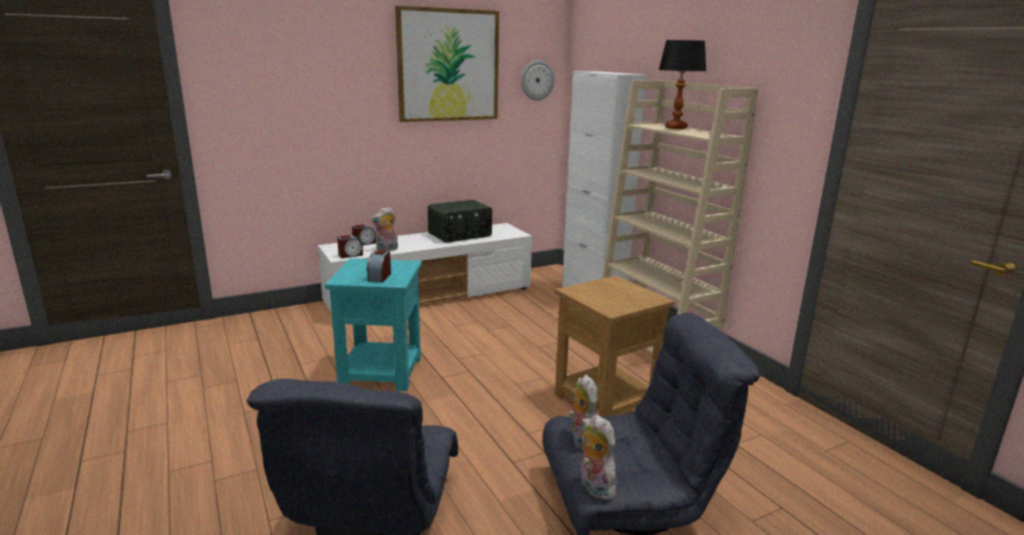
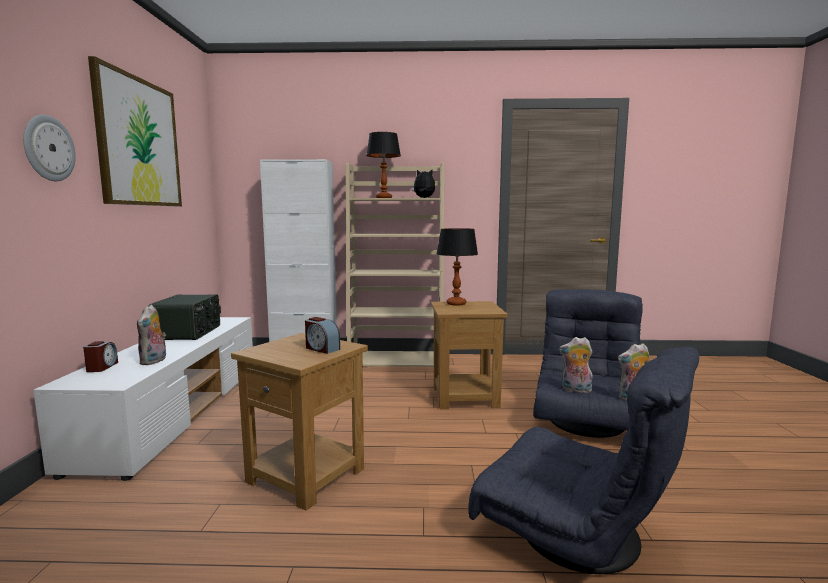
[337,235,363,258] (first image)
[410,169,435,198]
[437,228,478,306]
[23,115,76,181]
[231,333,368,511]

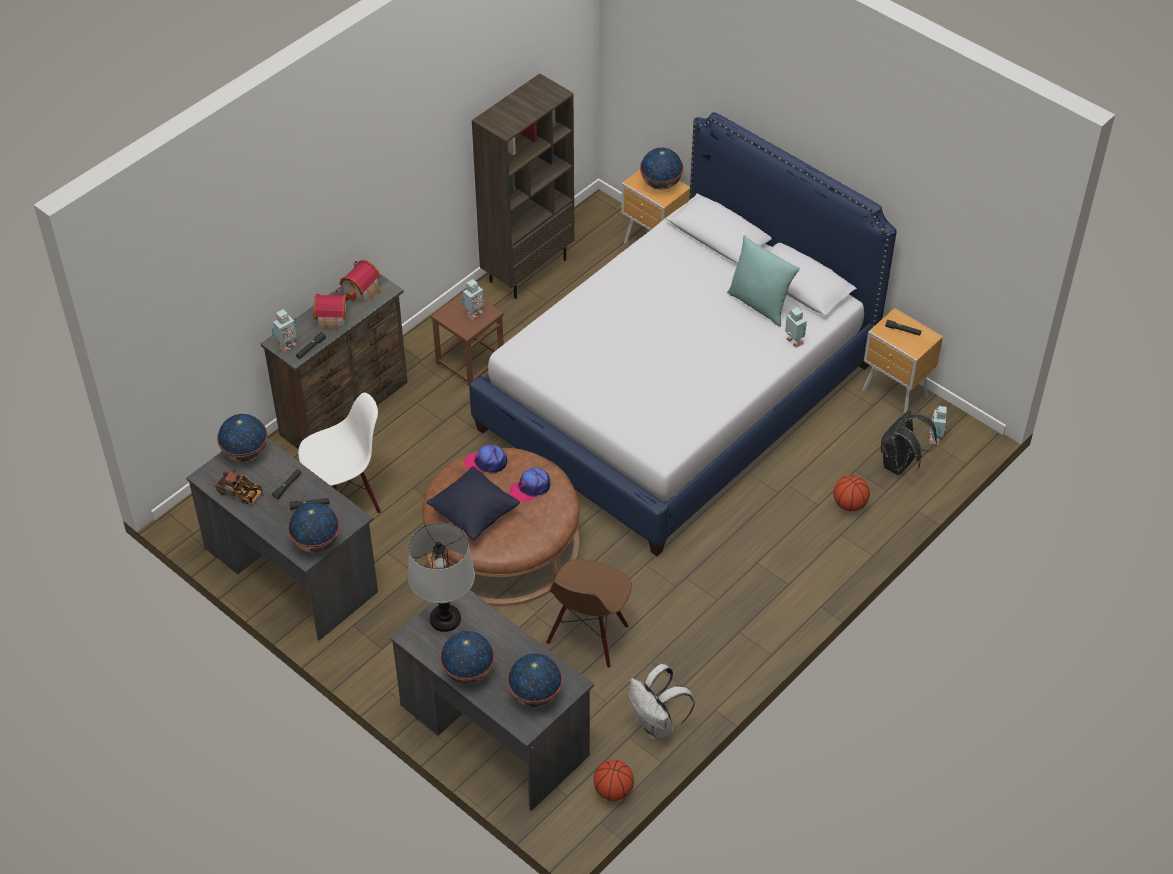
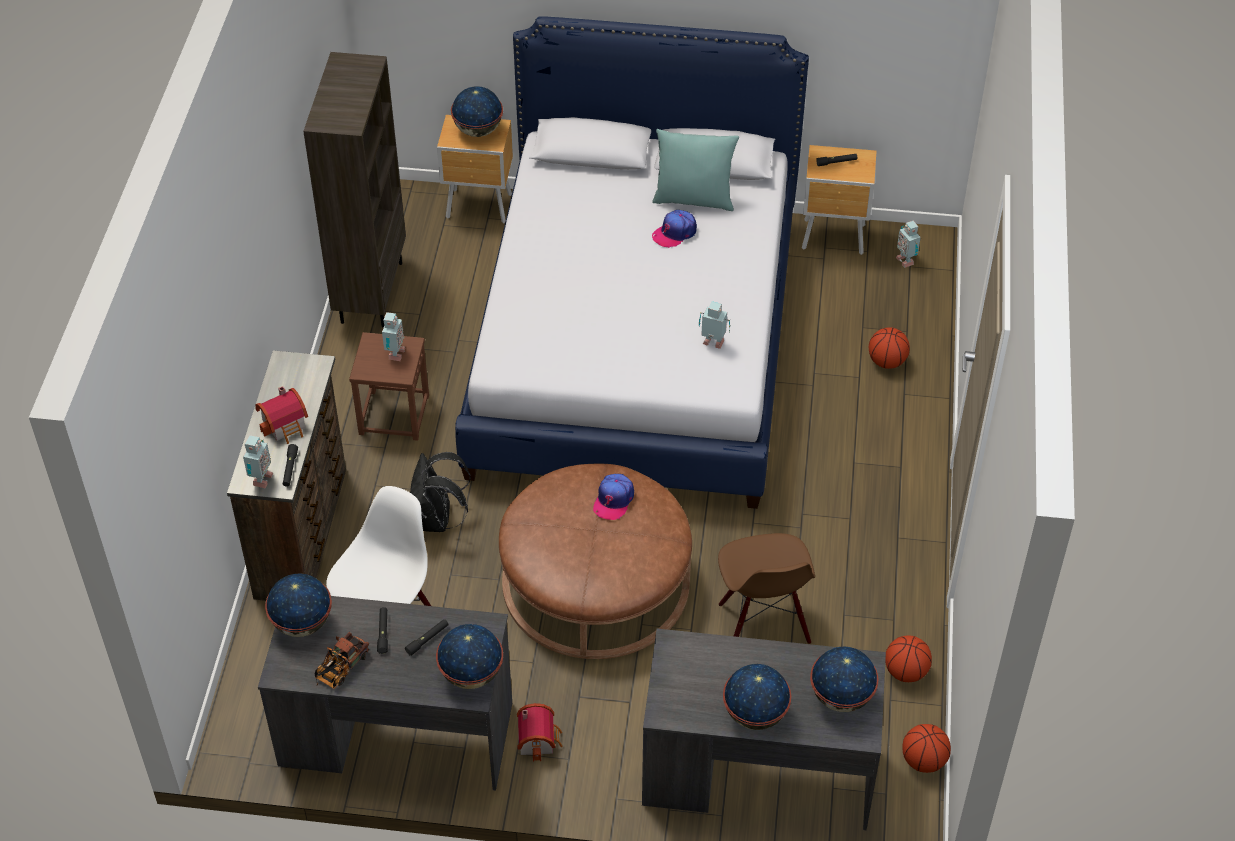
[408,523,475,632] (first image)
[427,466,520,540] (first image)
[517,703,563,762]
[652,210,697,248]
[699,301,730,349]
[410,452,471,532]
[885,635,932,682]
[315,632,369,689]

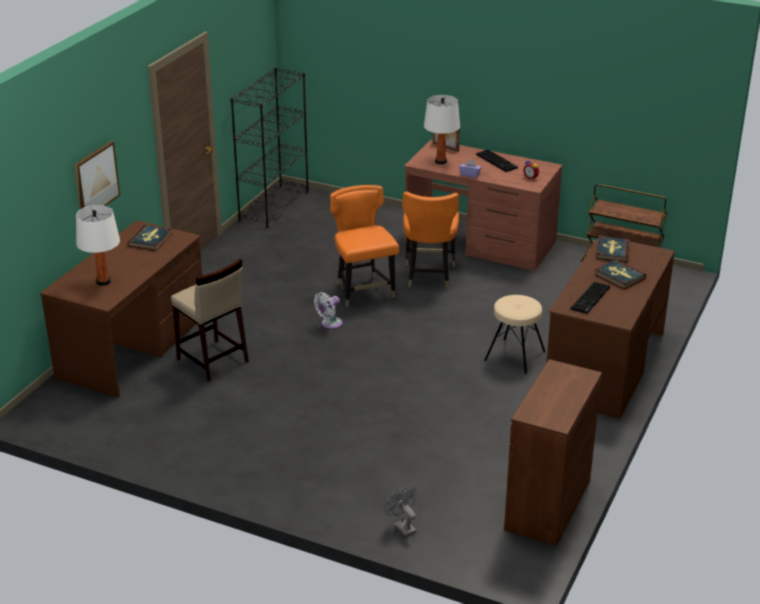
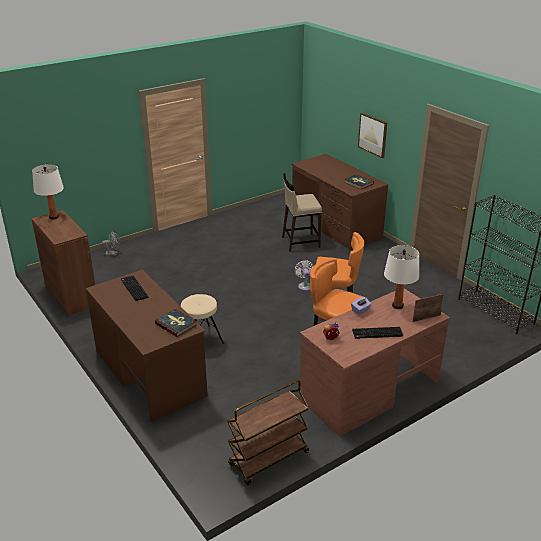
[595,259,646,289] (first image)
[32,164,64,219]

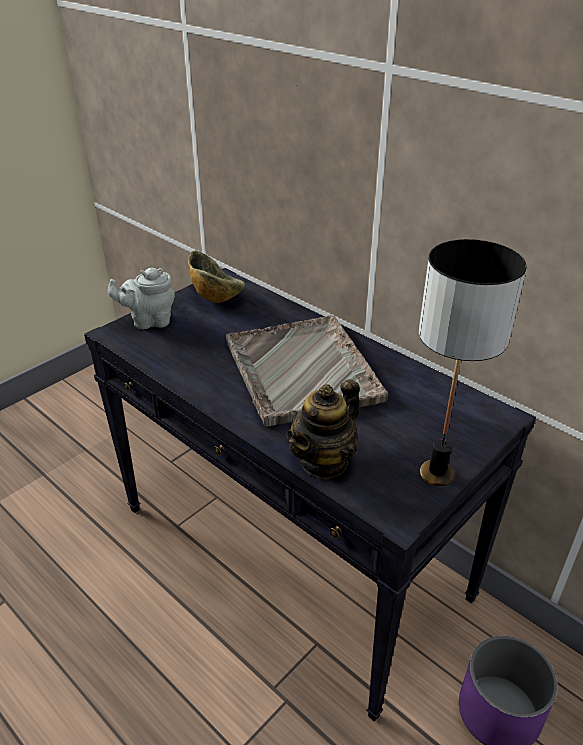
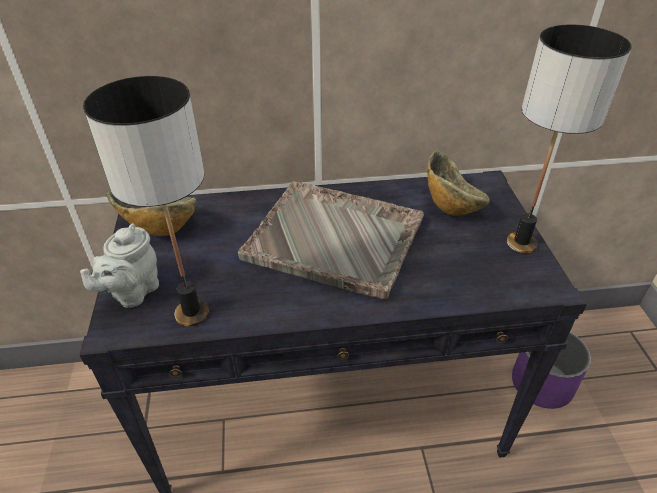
[286,379,360,480] (first image)
[83,76,209,326]
[427,151,490,216]

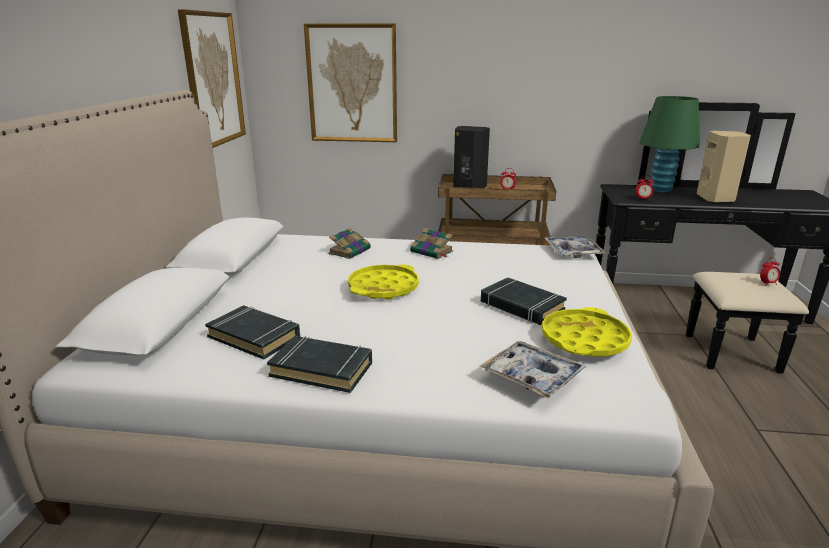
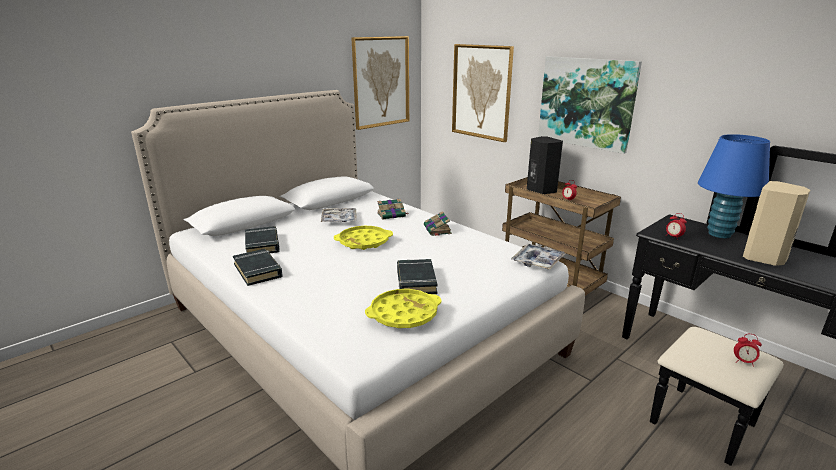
[538,56,642,154]
[321,208,357,222]
[698,134,770,238]

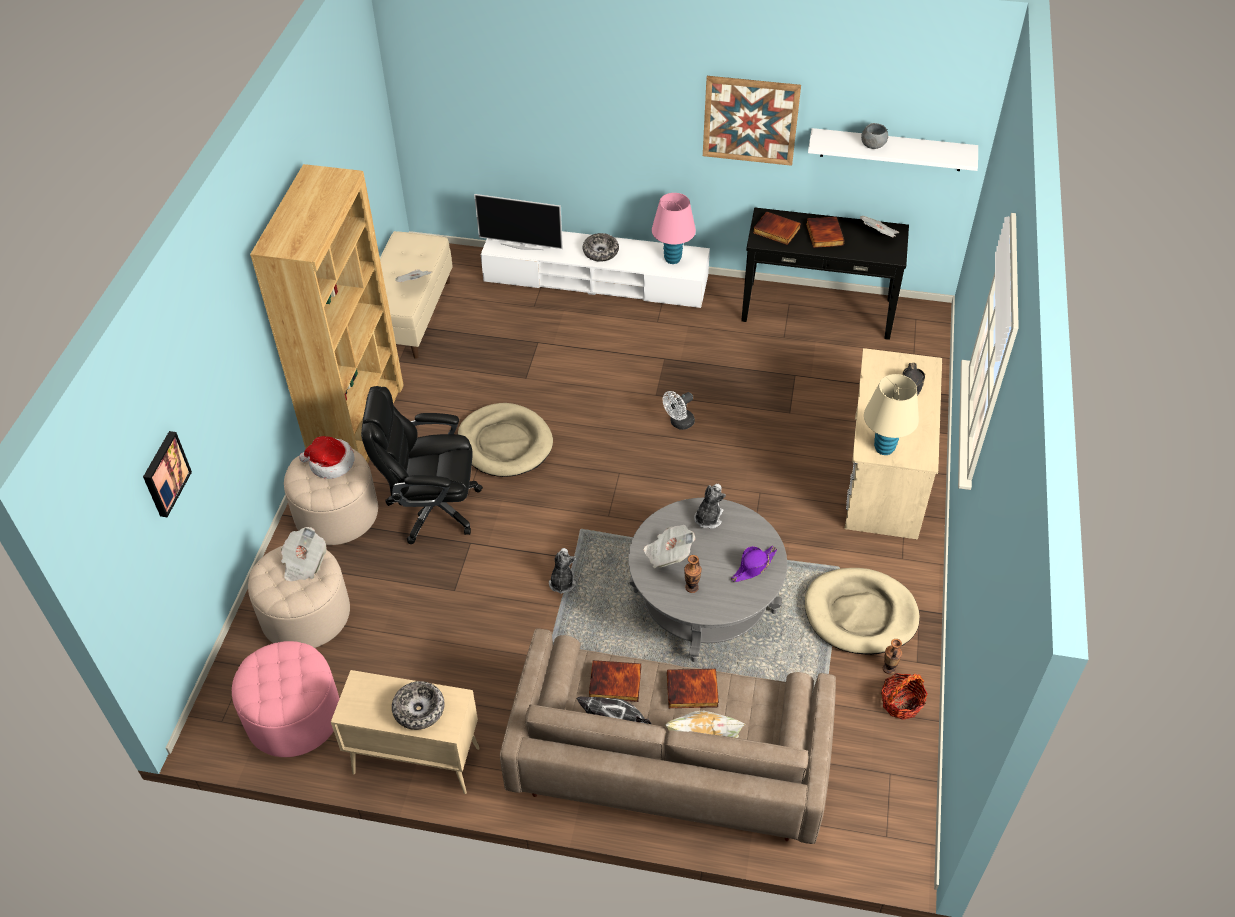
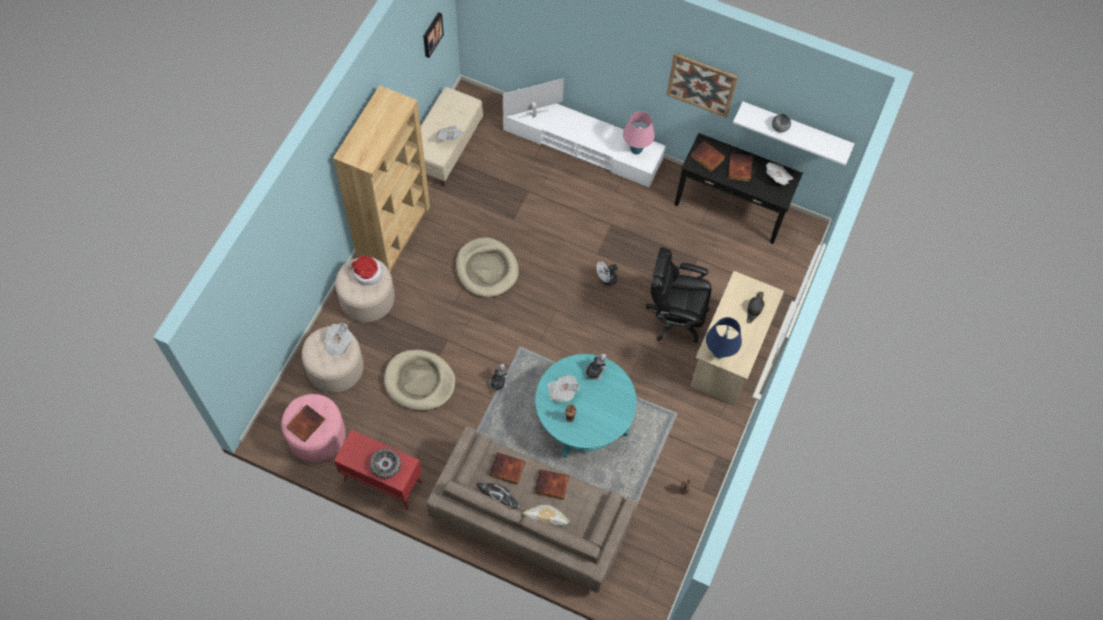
[583,233,619,262] (first image)
[731,546,778,582] (first image)
[881,673,928,720] (first image)
[286,405,325,442]
[423,12,444,58]
[646,247,711,343]
[384,350,456,411]
[334,430,422,510]
[535,354,637,458]
[706,317,742,359]
[503,78,564,118]

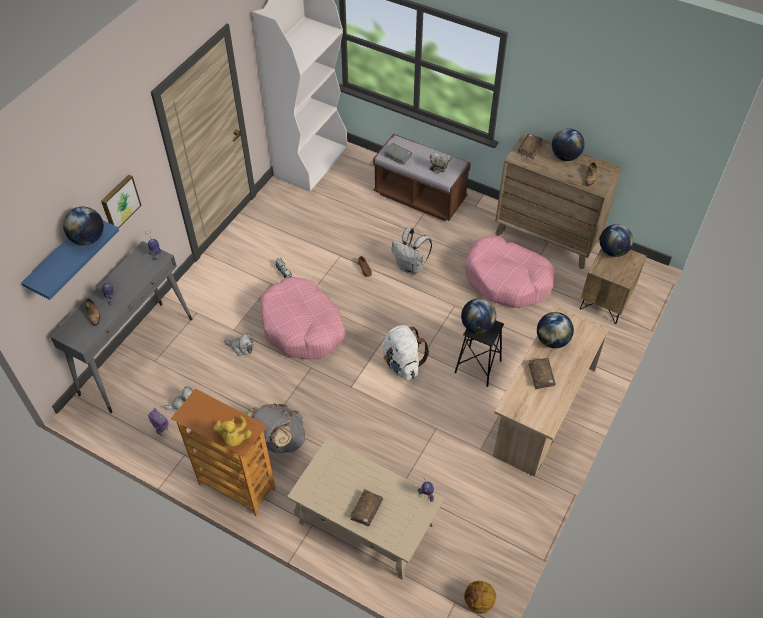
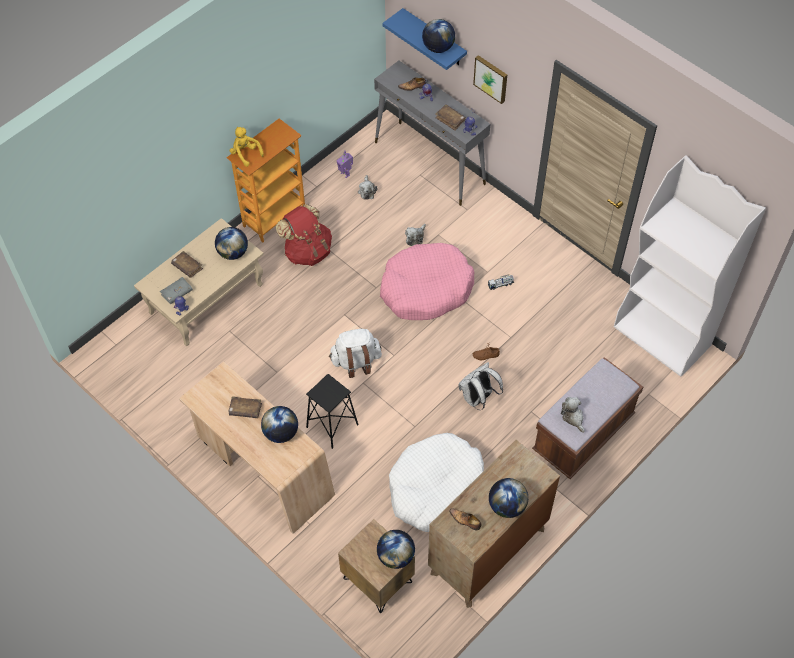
[464,581,496,614] (first image)
[160,277,192,304]
[215,227,248,260]
[435,104,466,131]
[276,204,332,266]
[389,433,484,532]
[230,127,264,167]

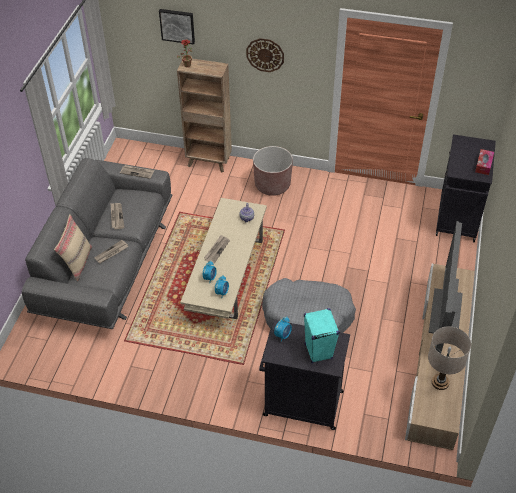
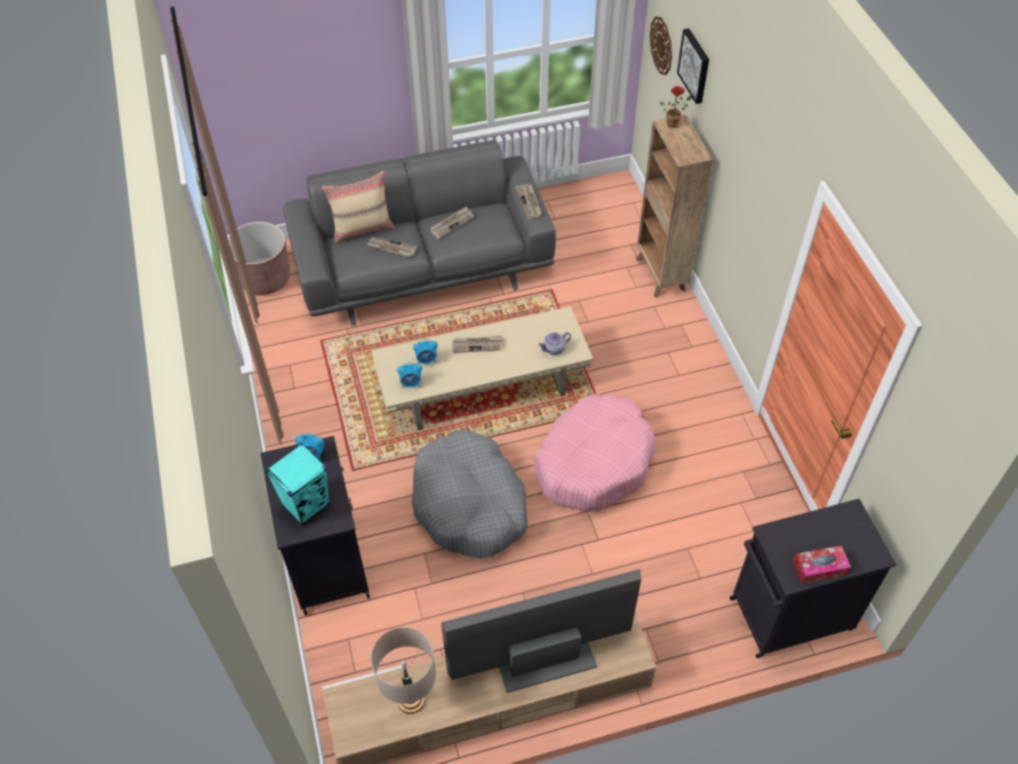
[534,394,655,511]
[650,17,672,75]
[229,222,290,295]

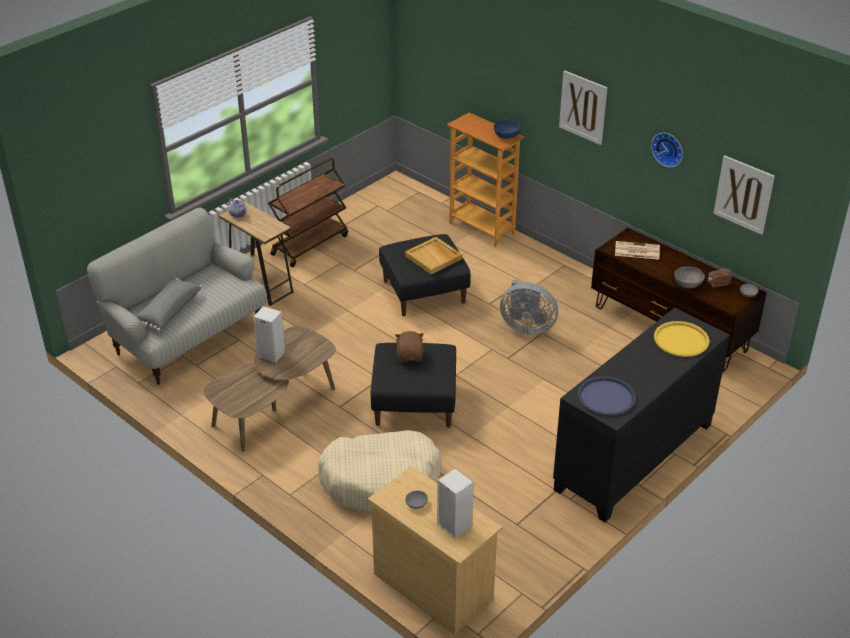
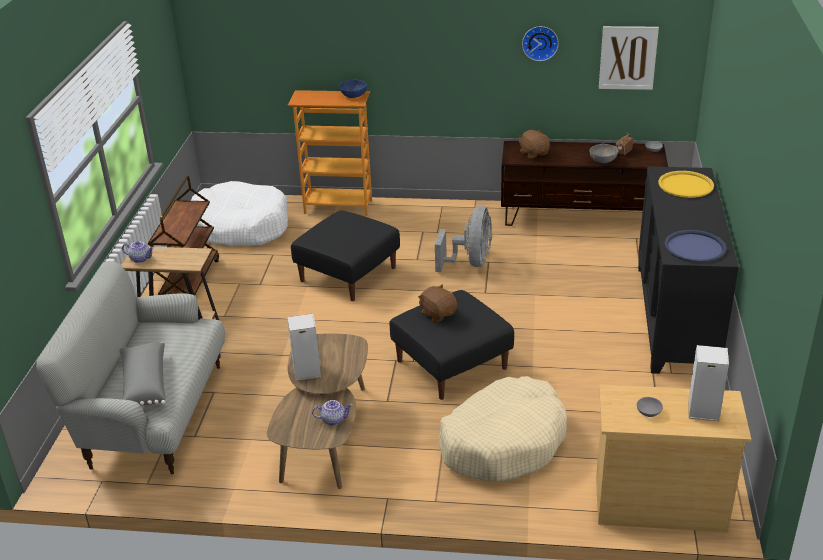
[405,237,462,275] (first image)
[559,71,607,145] (first image)
[191,181,288,246]
[312,400,353,425]
[518,130,550,159]
[435,206,492,272]

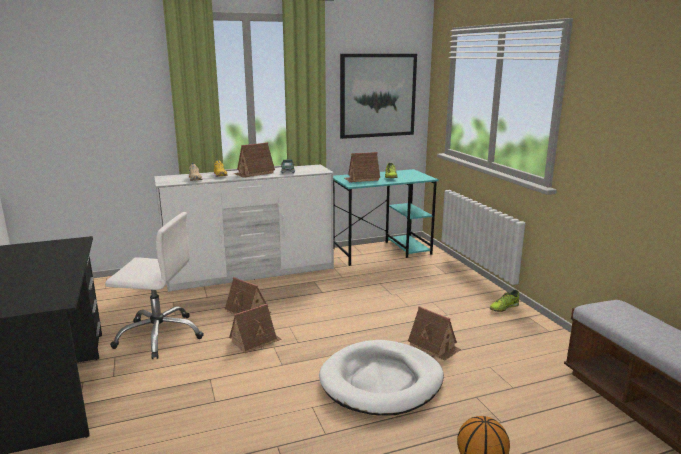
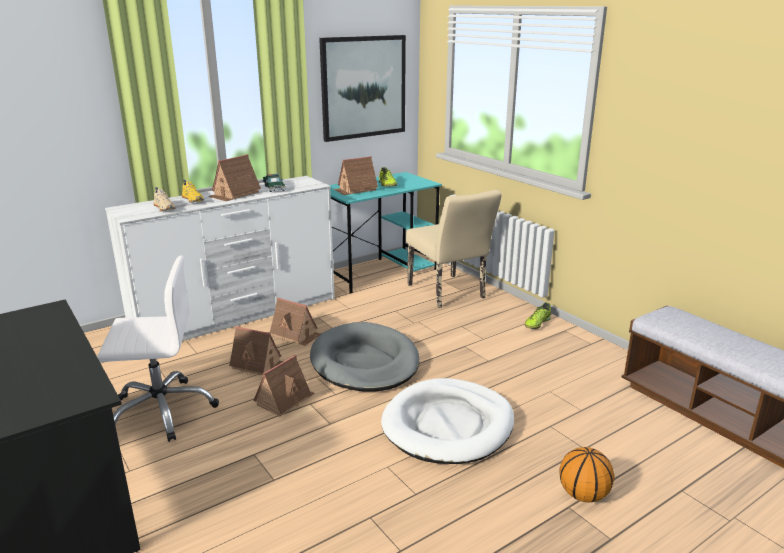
[310,322,419,392]
[406,190,501,308]
[270,297,321,346]

